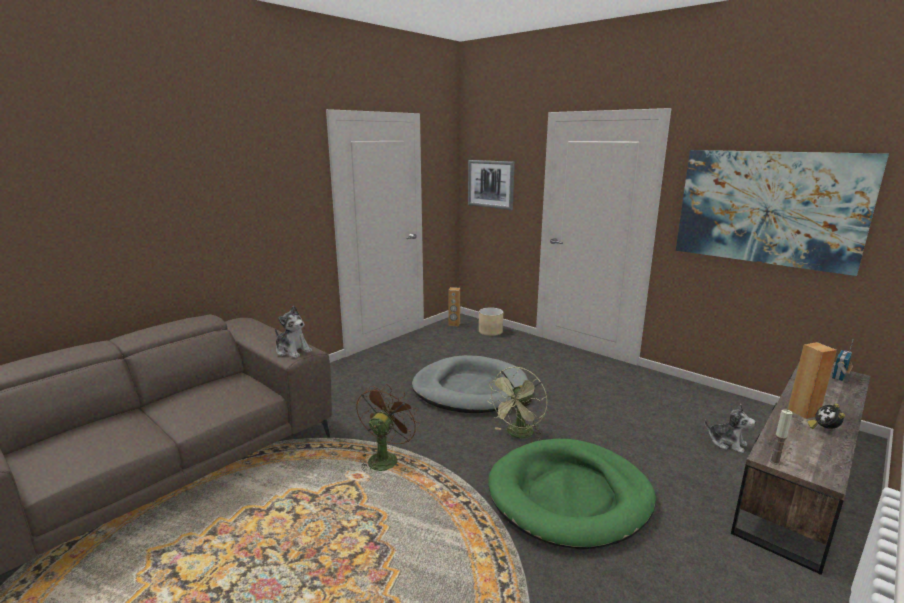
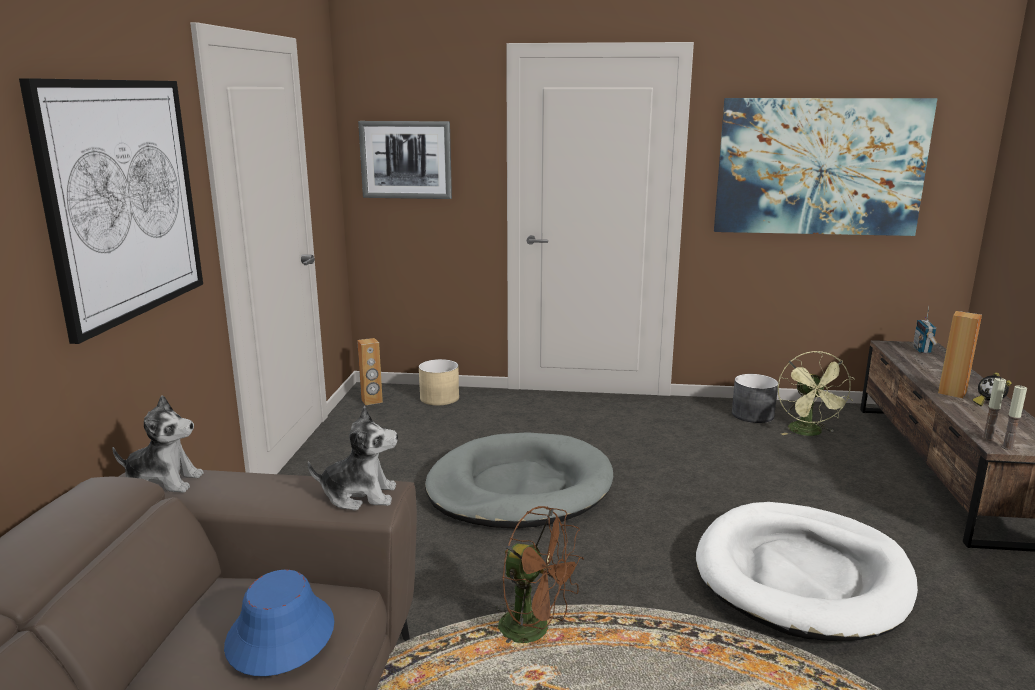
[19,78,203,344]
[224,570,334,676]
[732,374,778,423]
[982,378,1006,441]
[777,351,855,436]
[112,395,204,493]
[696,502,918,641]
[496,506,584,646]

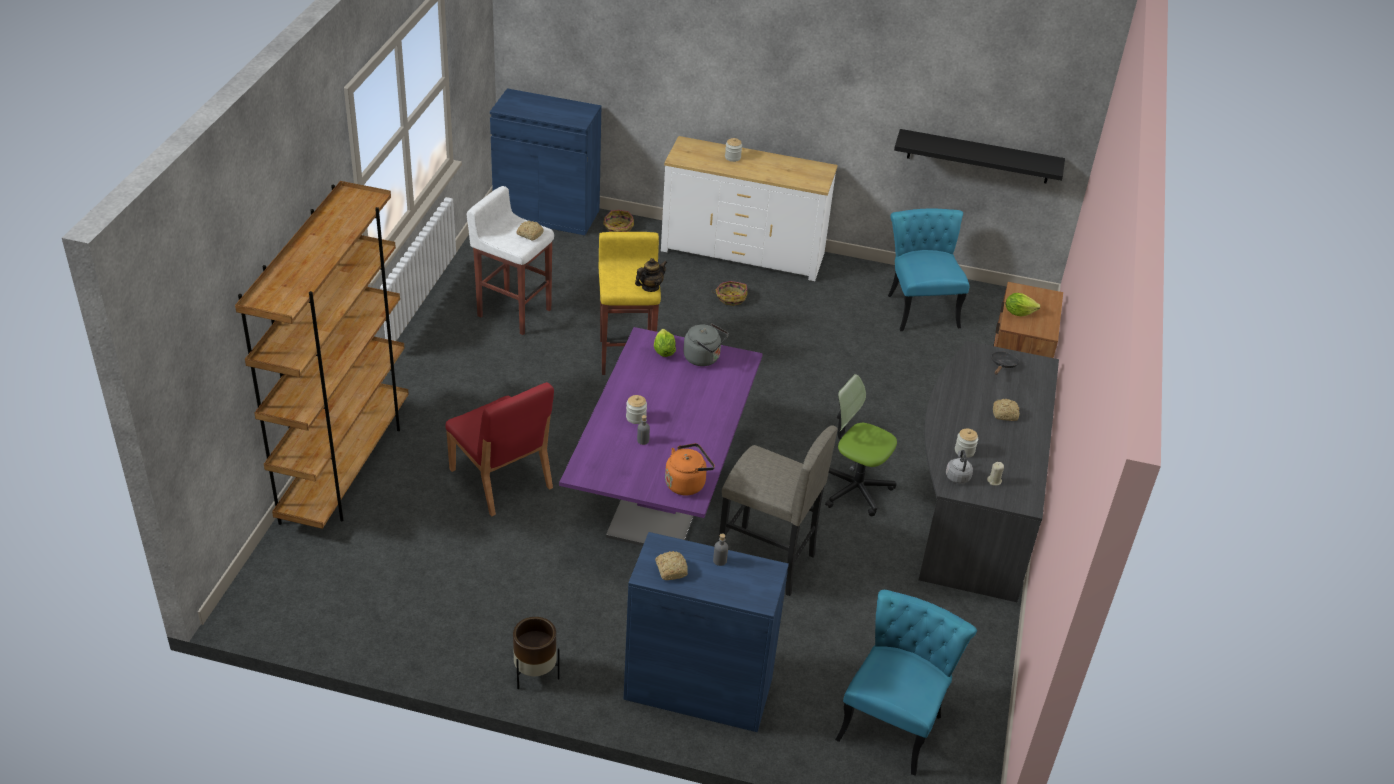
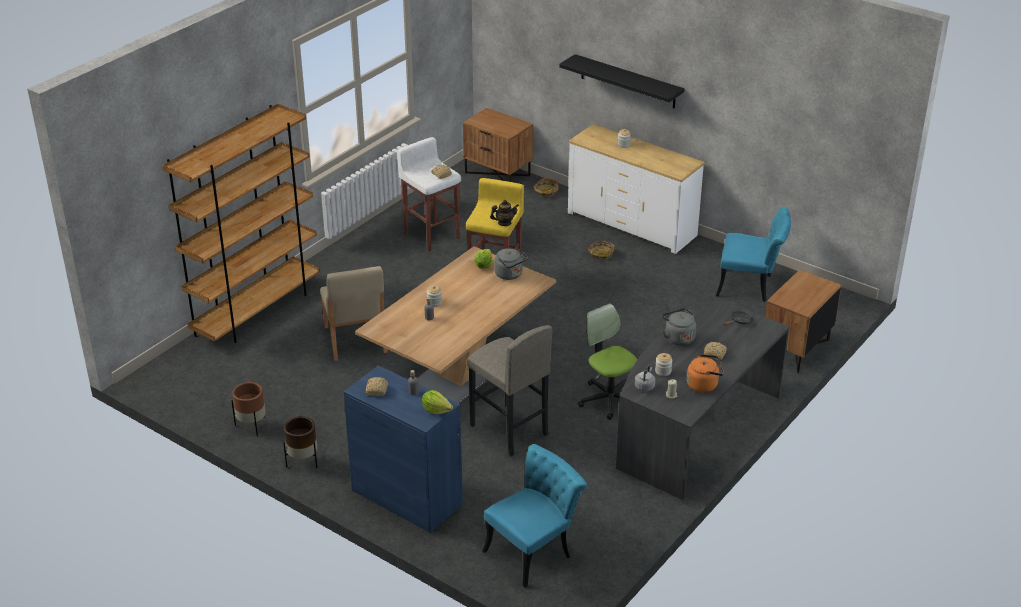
[231,382,266,436]
[661,308,696,346]
[687,354,724,393]
[559,54,684,109]
[422,390,453,414]
[463,108,533,182]
[320,266,388,361]
[355,246,556,404]
[716,207,791,302]

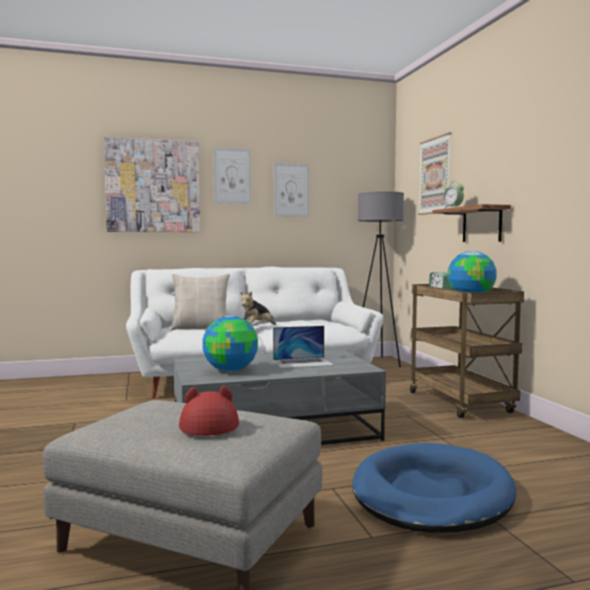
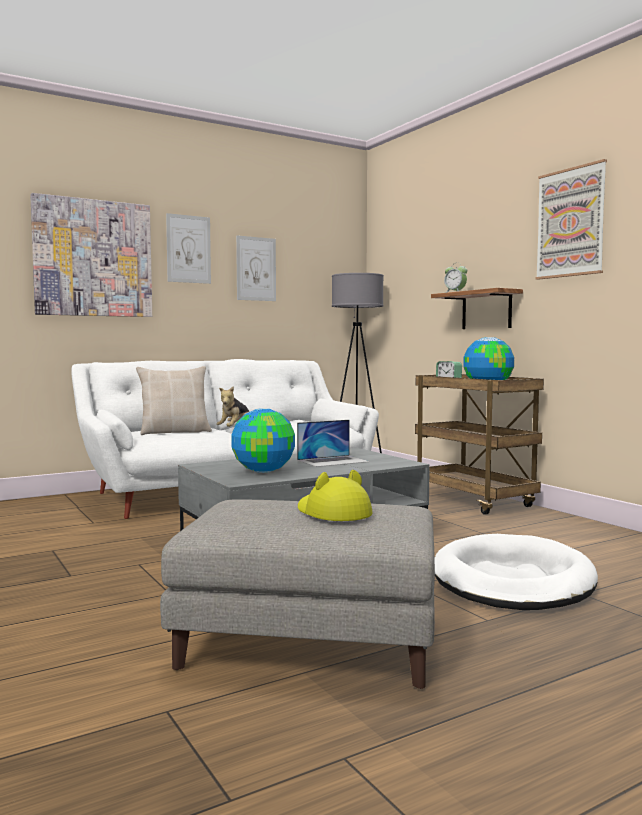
[535,159,607,280]
[298,470,373,521]
[435,534,598,610]

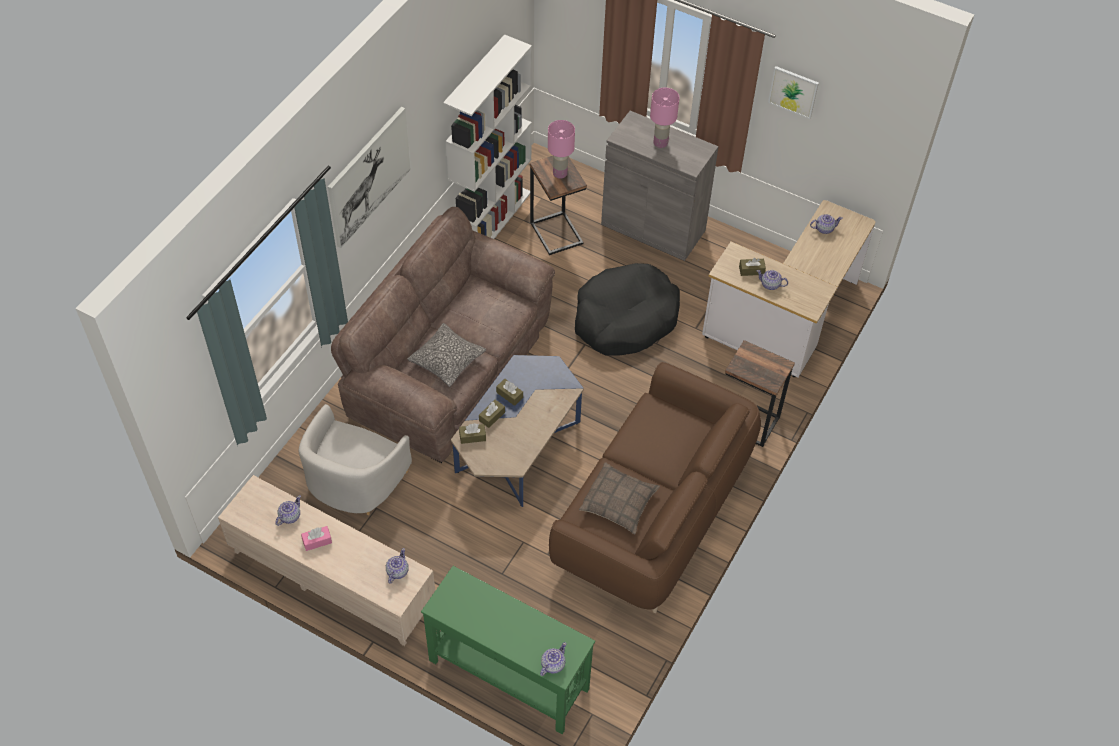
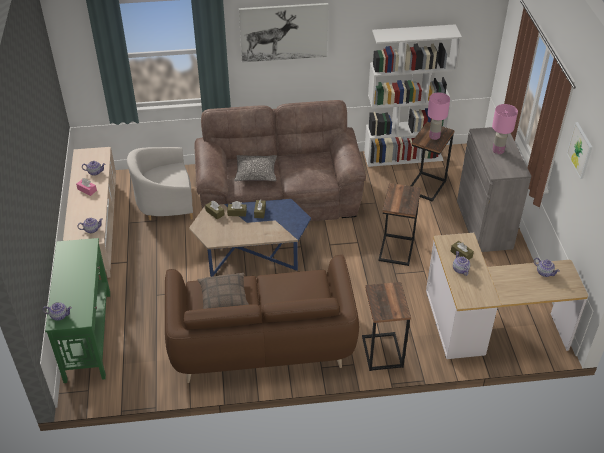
[378,183,421,266]

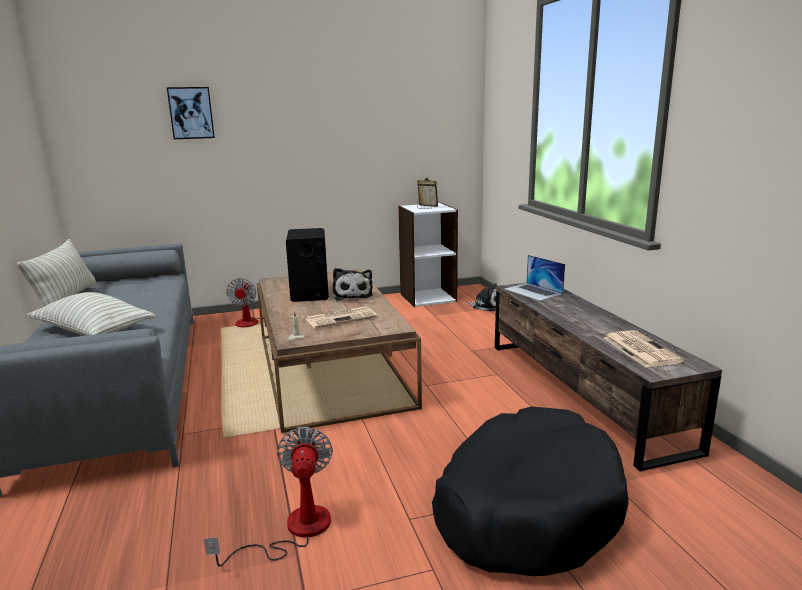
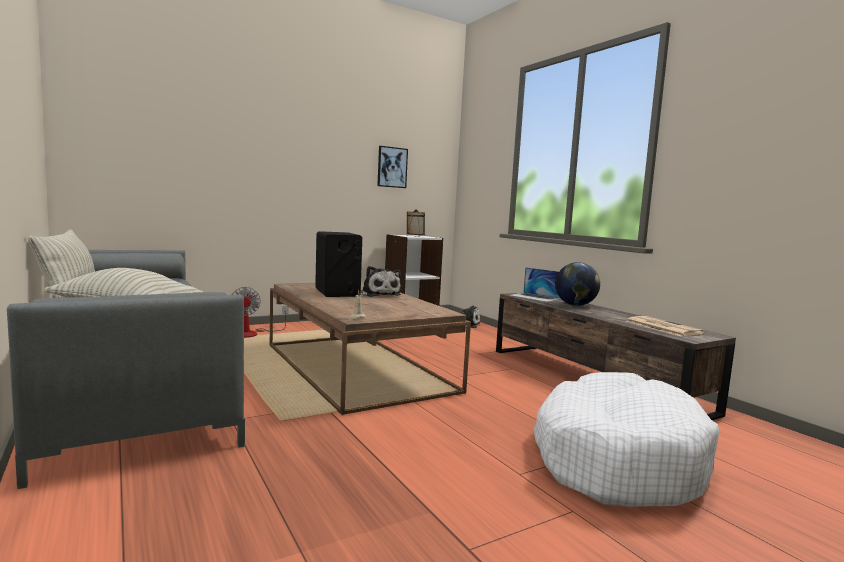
[204,427,333,567] (first image)
[305,306,377,328] (first image)
[555,262,600,306]
[377,146,408,188]
[534,372,719,507]

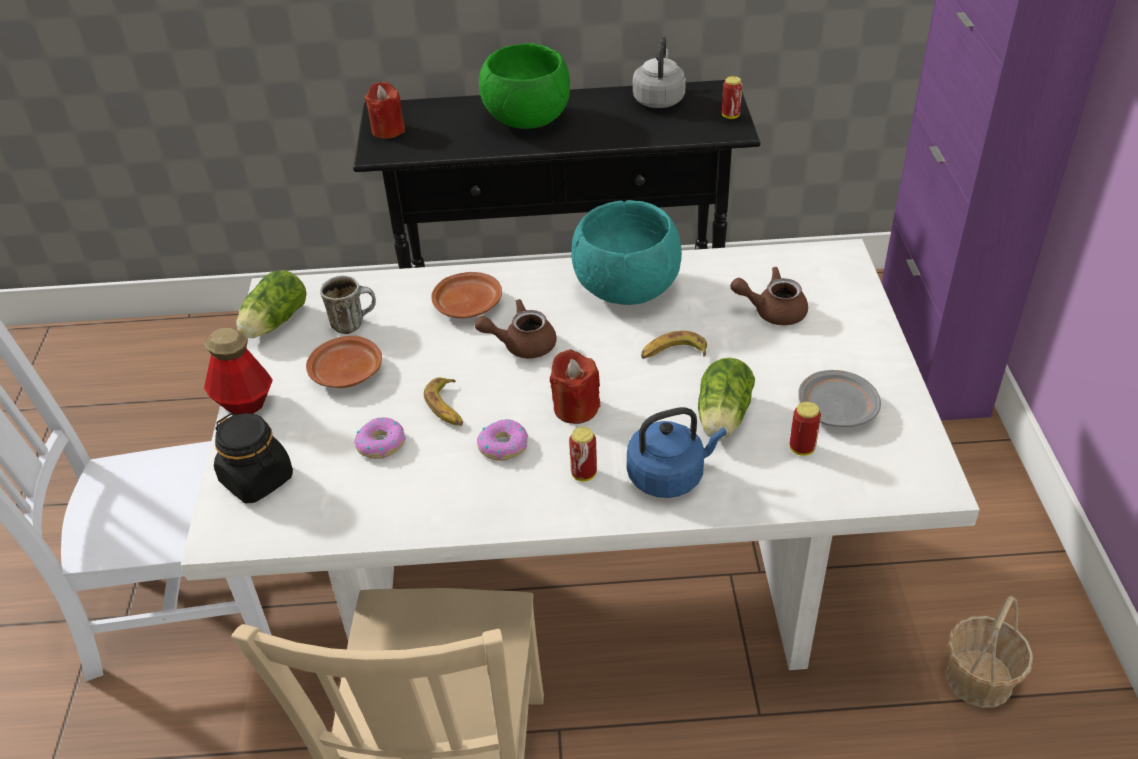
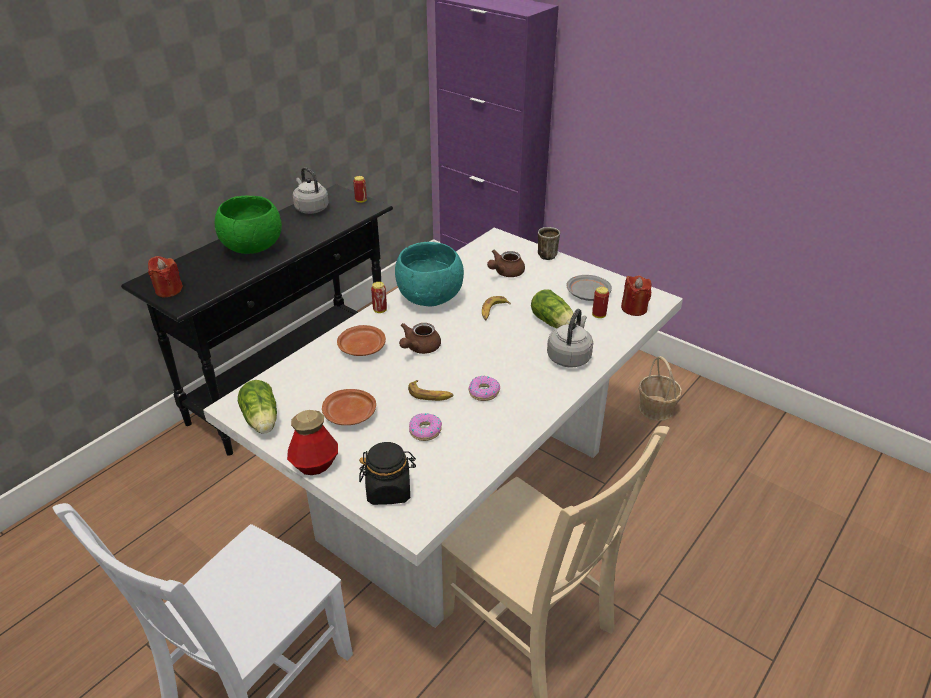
[538,227,560,260]
[621,275,652,316]
[371,282,387,313]
[547,309,593,368]

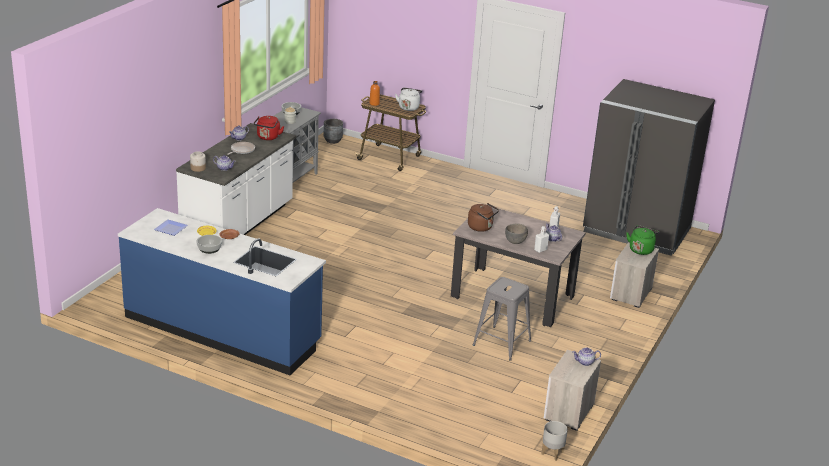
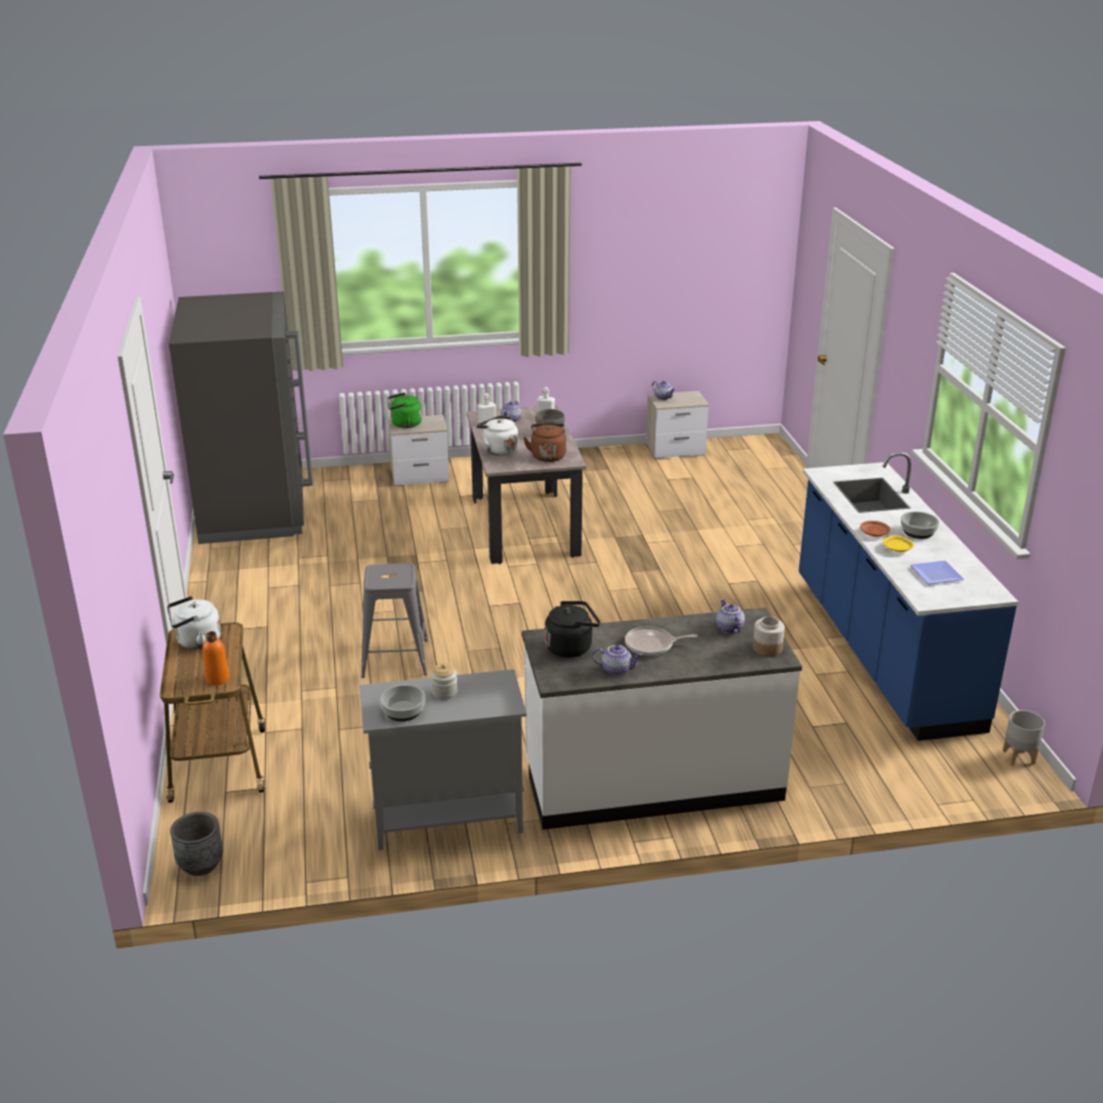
[476,416,518,456]
[361,563,428,678]
[1003,710,1045,765]
[545,601,601,658]

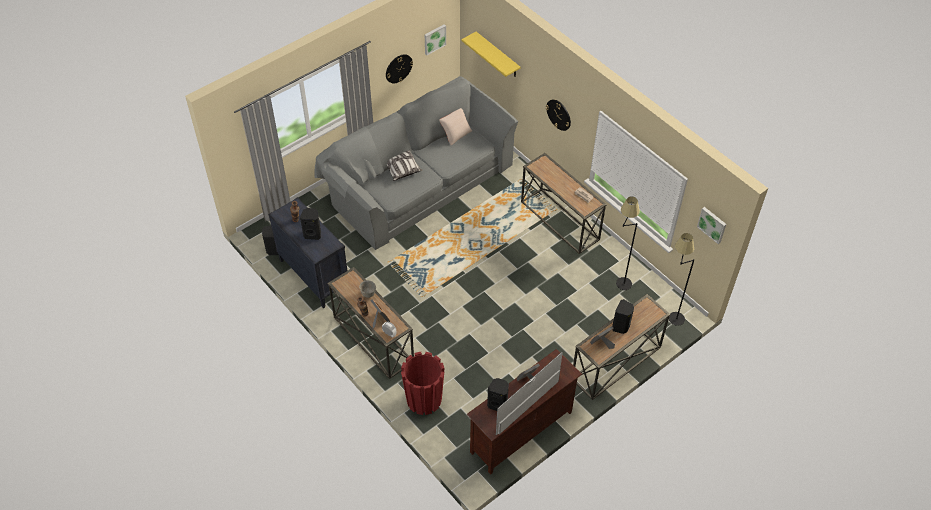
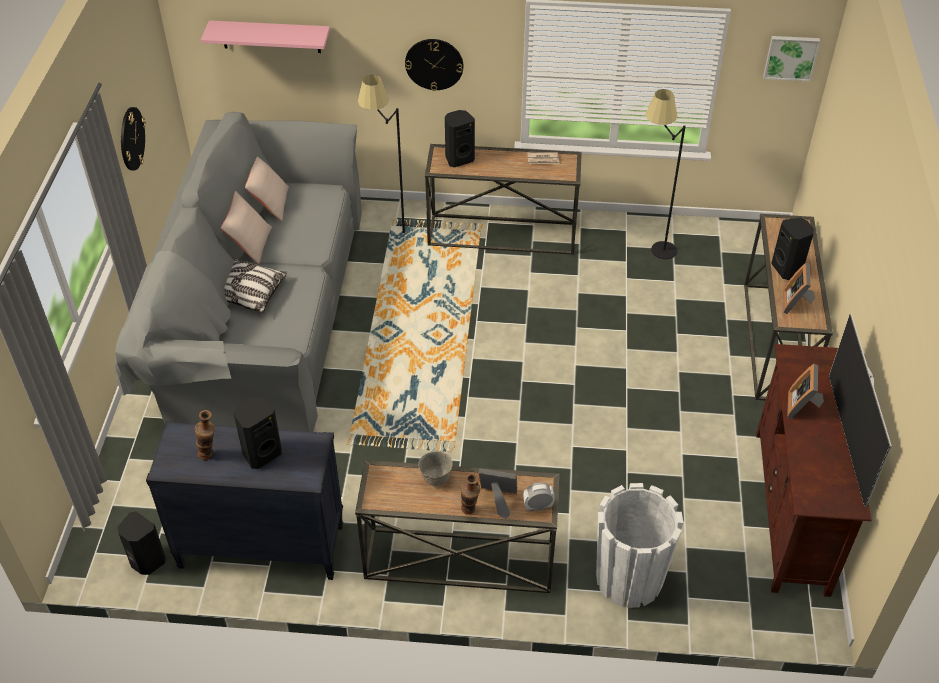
[425,24,446,55] (first image)
[221,191,272,264]
[445,110,475,167]
[358,75,412,233]
[596,483,683,608]
[201,20,330,53]

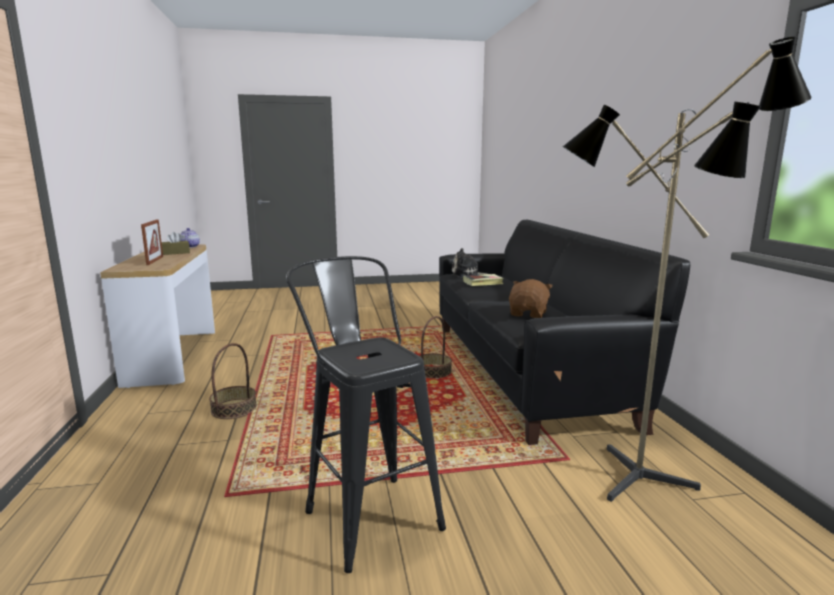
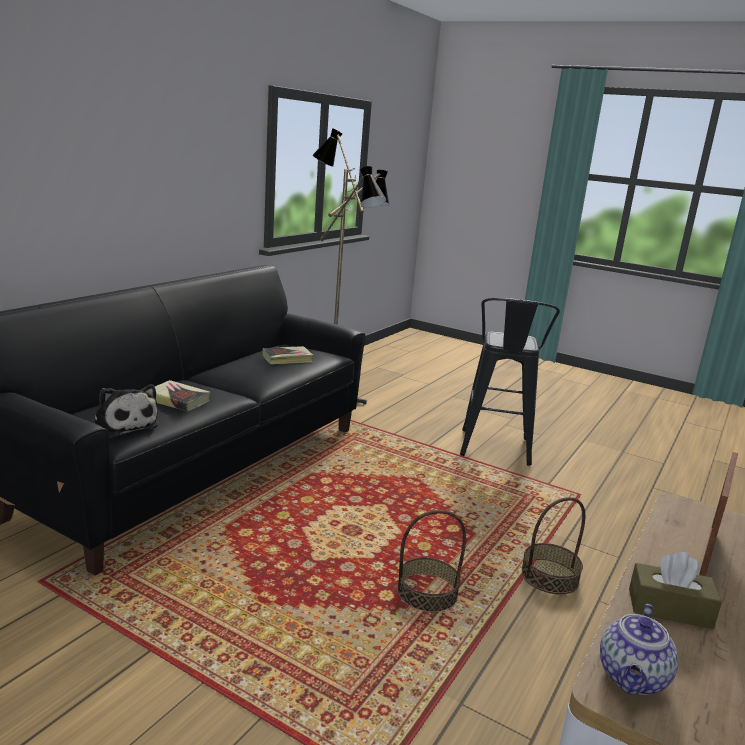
[397,510,466,612]
[262,346,313,364]

